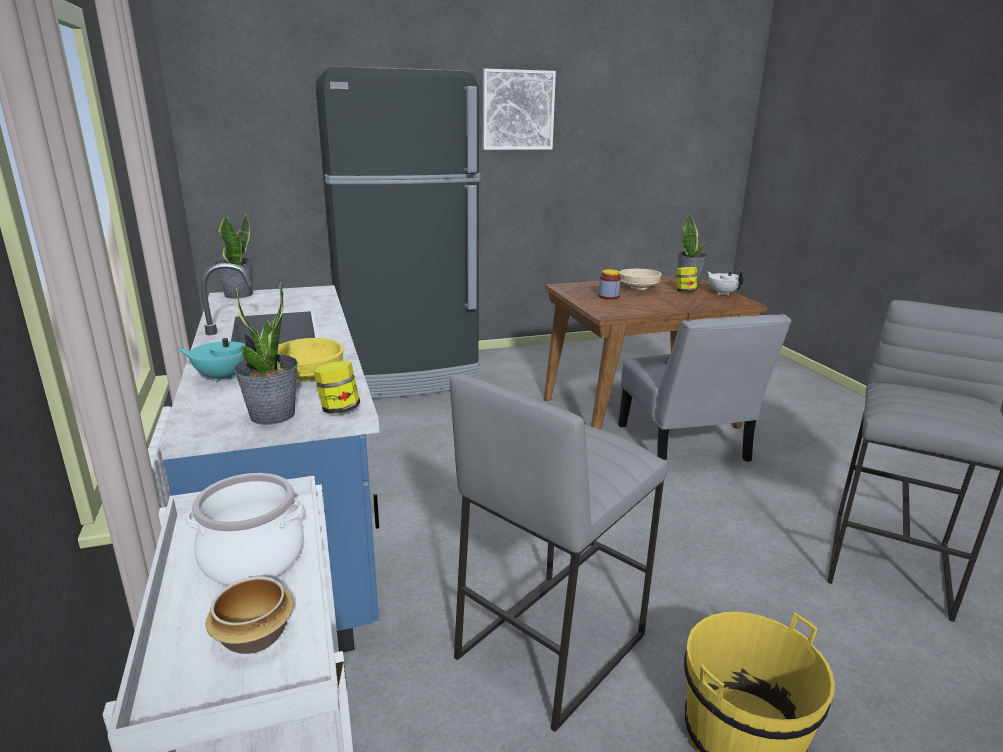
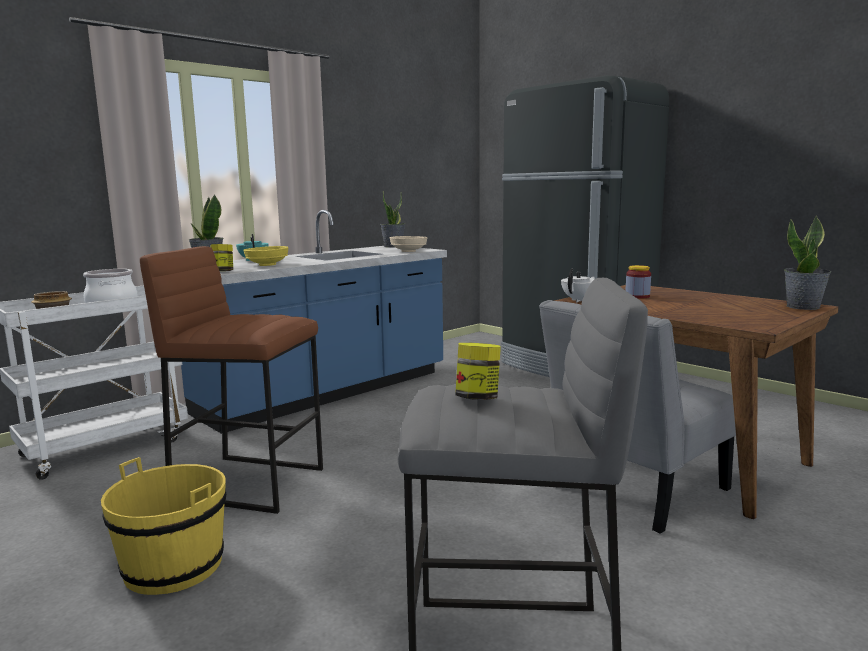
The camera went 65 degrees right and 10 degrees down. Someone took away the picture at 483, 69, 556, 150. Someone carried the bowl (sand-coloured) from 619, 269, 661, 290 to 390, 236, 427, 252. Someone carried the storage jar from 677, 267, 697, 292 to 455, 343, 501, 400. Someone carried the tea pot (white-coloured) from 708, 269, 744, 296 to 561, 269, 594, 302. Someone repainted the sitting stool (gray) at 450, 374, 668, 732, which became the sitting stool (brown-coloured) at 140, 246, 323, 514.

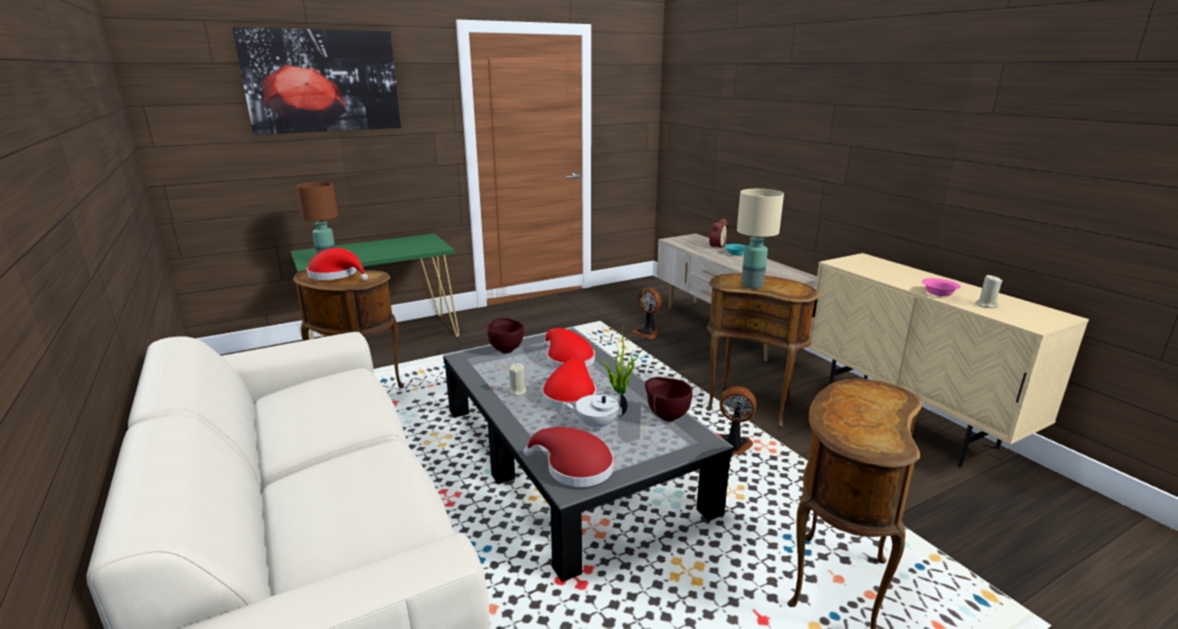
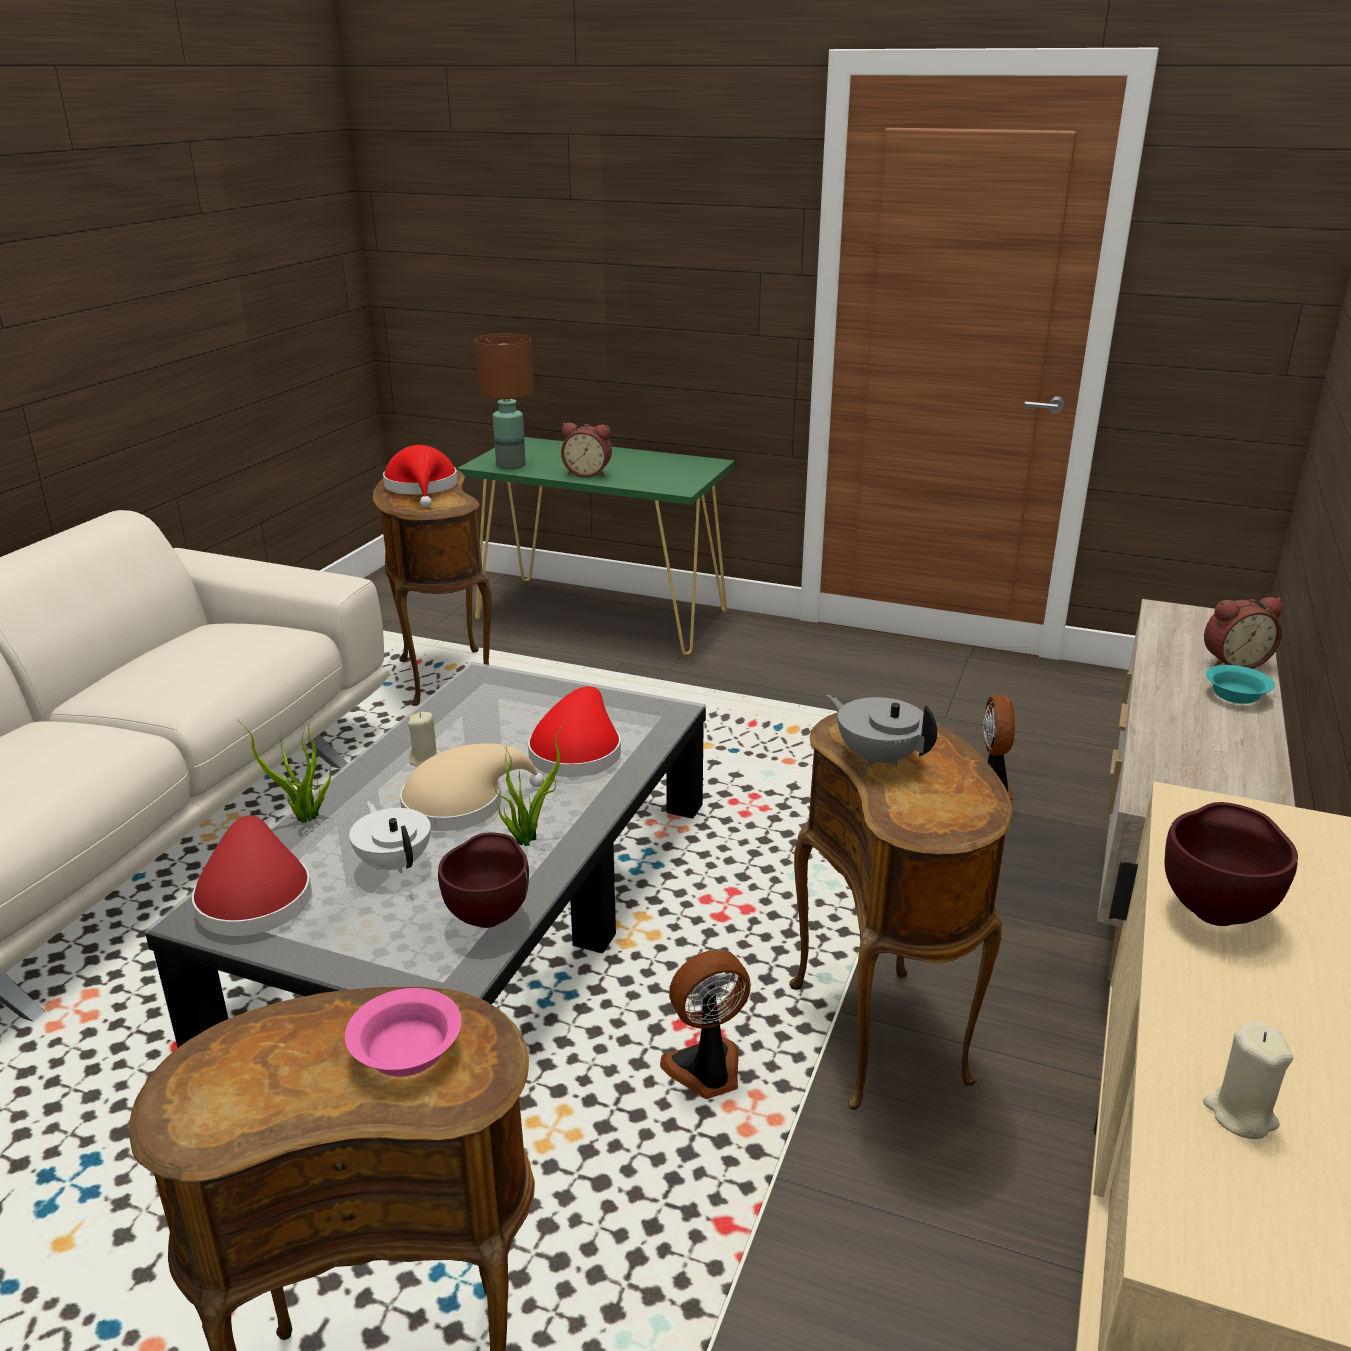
The camera went 50 degrees right and 5 degrees up. Someone took away the picture at 232, 27, 401, 134. Someone put down the plant in a pot at 236, 719, 331, 823. Someone put down the bedside clock at 561, 423, 612, 478. Someone carried the bowl (brown-coloured) from 487, 318, 524, 353 to 1165, 802, 1298, 926. Someone carried the bowl (pink) from 922, 278, 961, 296 to 345, 988, 461, 1077. Someone swapped the tabletop lamp (sand-coloured) at 737, 189, 784, 289 for the tea pot (gray) at 827, 695, 937, 767. Someone repainted the hat (red-coloured) at 542, 358, 596, 410, which became the hat (sand-coloured) at 400, 743, 544, 831. Someone rotated the cooling fan at 719, 386, 756, 455 by 90 degrees counterclockwise.

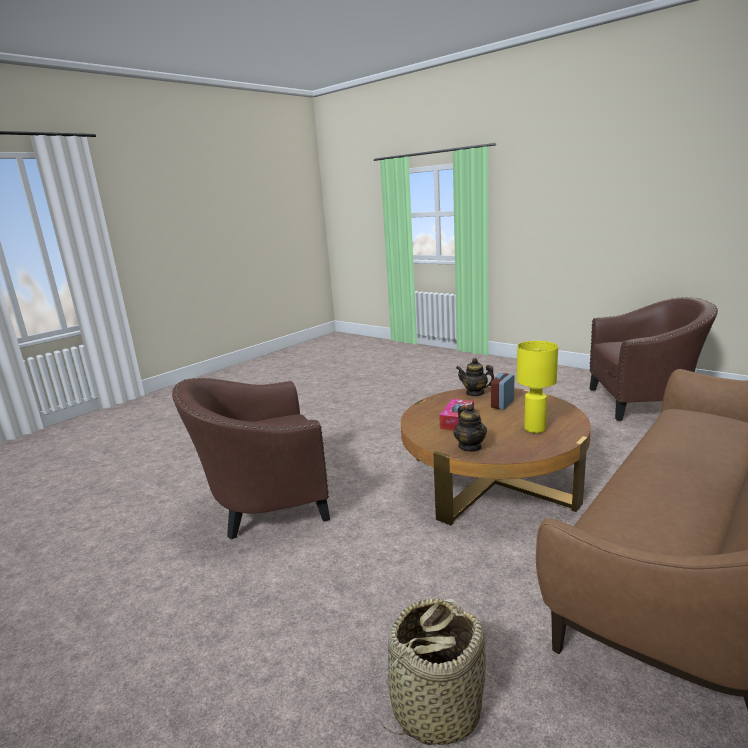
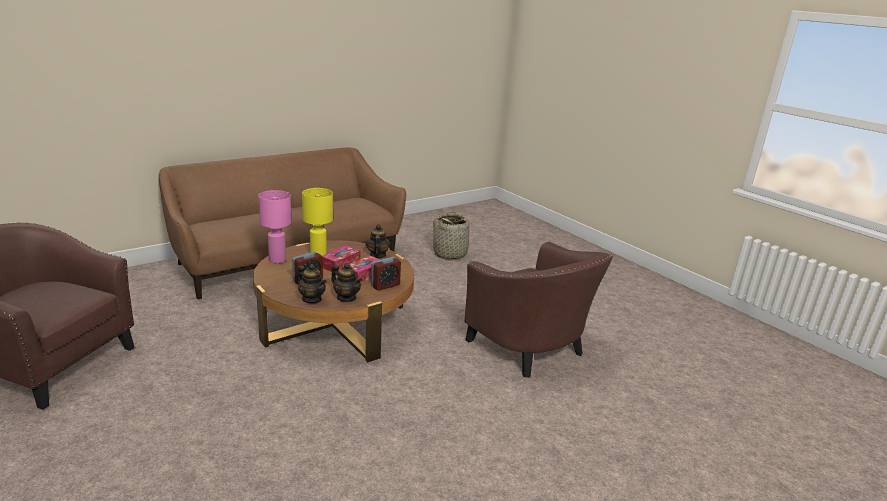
The camera went 170 degrees left and 5 degrees up. Someone put down the tabletop lamp (pink) at 258, 190, 291, 264. Someone put down the box of tissues at 322, 245, 361, 272. Someone put down the tea pot at 331, 263, 362, 302. Someone put down the bedside clock at 371, 257, 401, 291. Someone rotated the lounge chair (brown-coloured) at 172, 378, 330, 540 by 60 degrees clockwise.

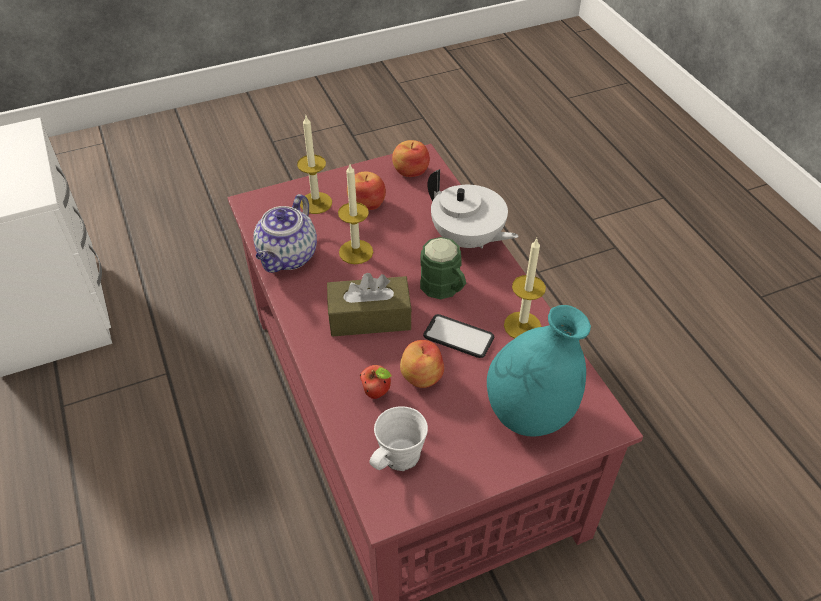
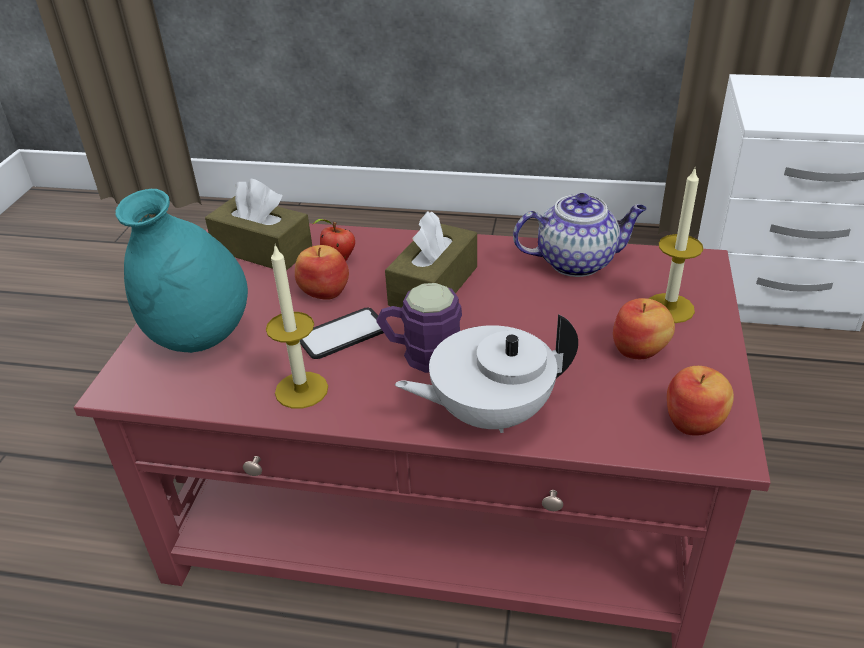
The camera went 125 degrees right and 10 degrees down. Someone took away the wax light at 338, 164, 373, 264. Someone swapped the mug (white-coloured) at 370, 406, 428, 471 for the box of tissues (brown-coloured) at 205, 179, 312, 271. Someone repainted the mug (green-coloured) at 420, 237, 466, 299, which became the mug (purple-coloured) at 377, 283, 462, 373. Someone rotated the tea pot at 253, 194, 317, 273 by 120 degrees clockwise.

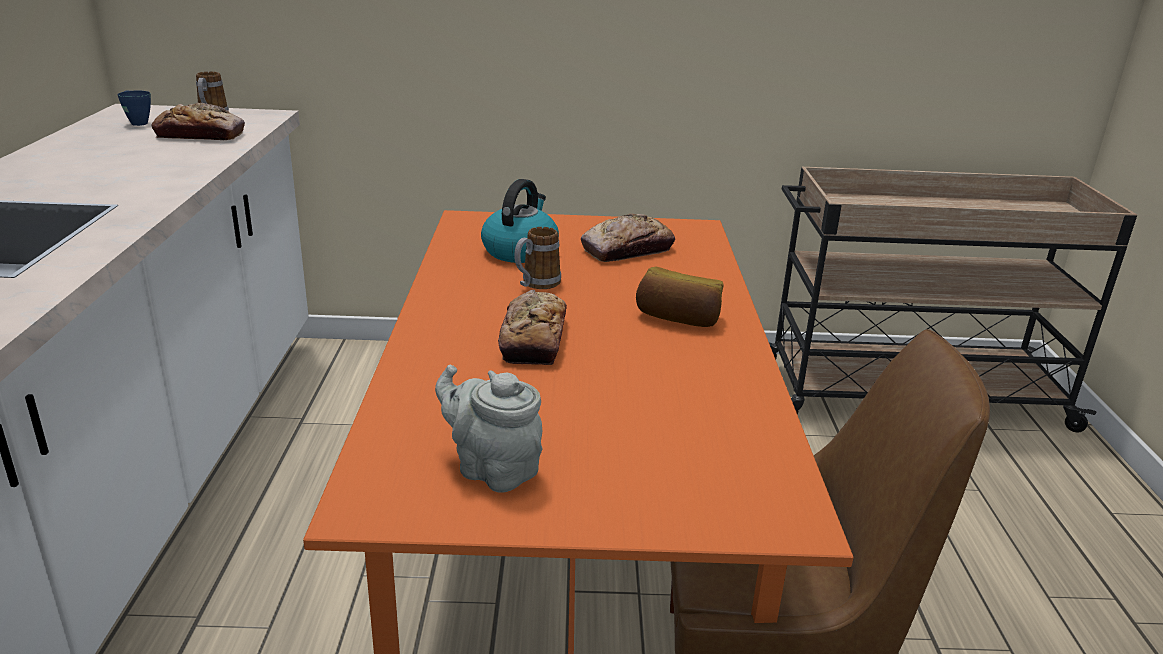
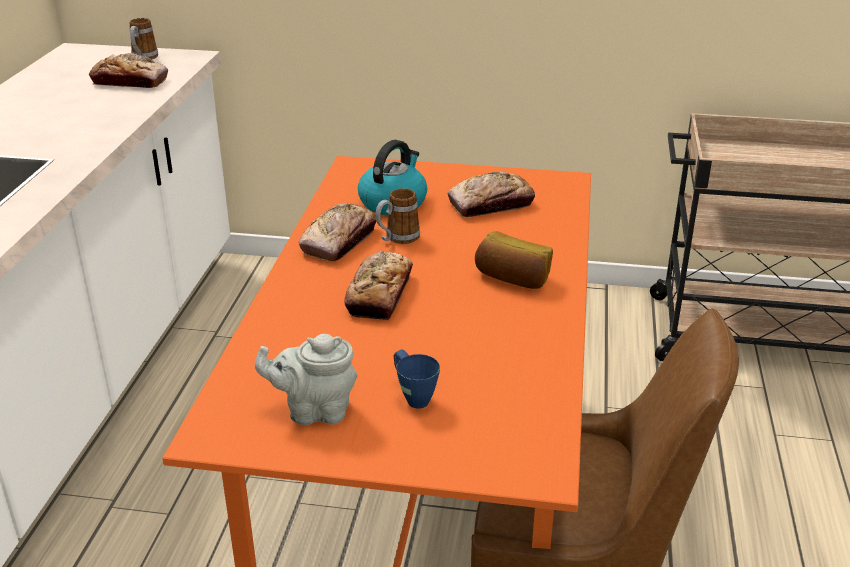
The camera went 10 degrees right and 5 degrees up. Someone put down the bread at 299, 203, 376, 262. Someone carried the mug (bluish) from 118, 90, 151, 126 to 394, 350, 440, 409. Someone rotated the tea pot (gray) at 435, 365, 542, 493 by 45 degrees counterclockwise.

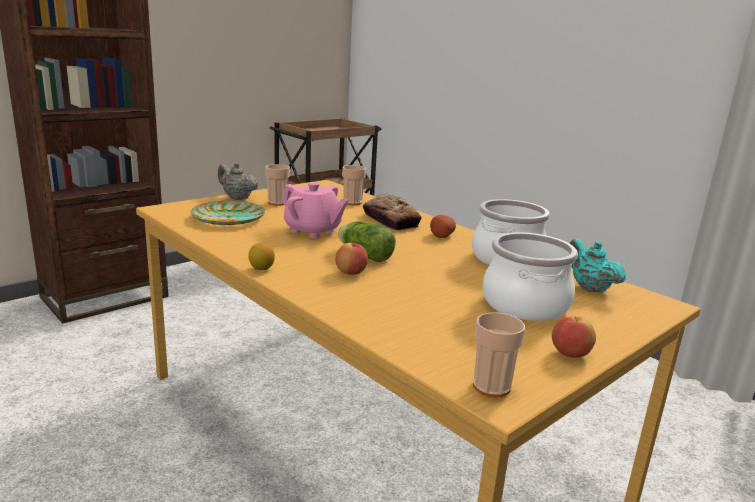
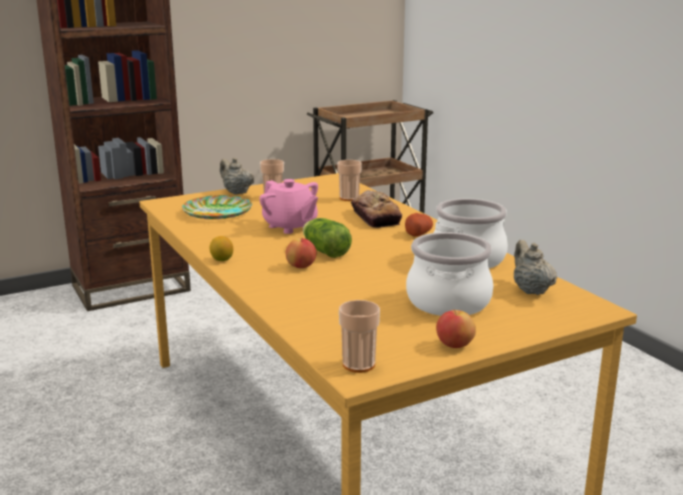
The camera went 15 degrees right and 0 degrees up. Someone repainted the tea pot (turquoise-coloured) at 569, 238, 626, 293, which became the tea pot (sand-coloured) at 514, 240, 557, 295.

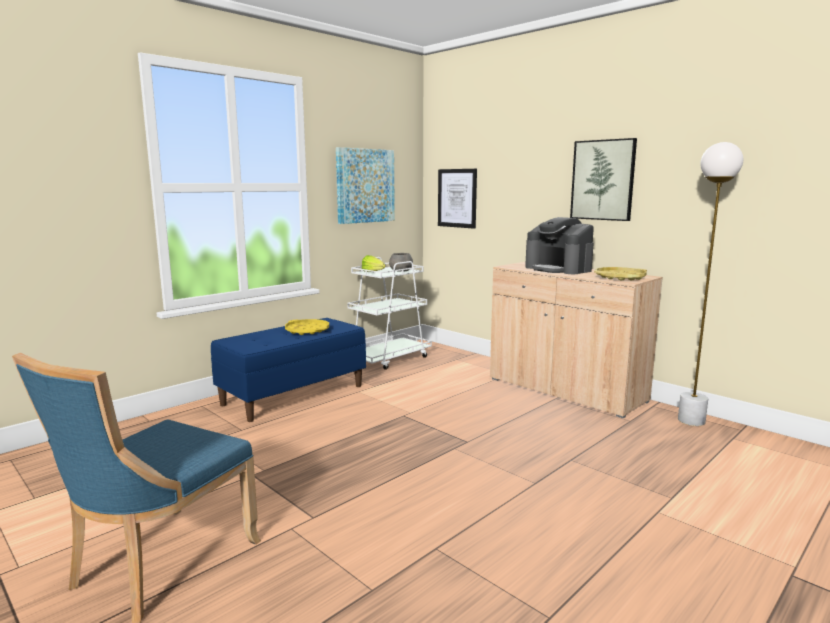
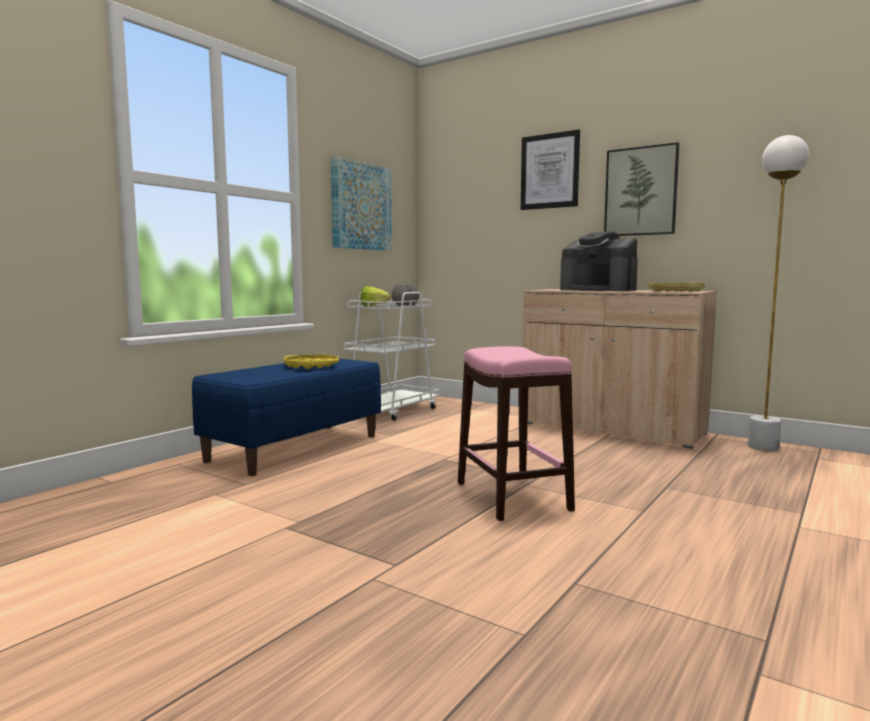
The camera went 10 degrees left and 5 degrees down. Someone took away the upright chair (bluish) at 12, 353, 261, 623. Someone put down the sitting stool (pink) at 458, 346, 575, 521. Someone carried the picture from 438, 169, 477, 229 to 521, 129, 580, 210.

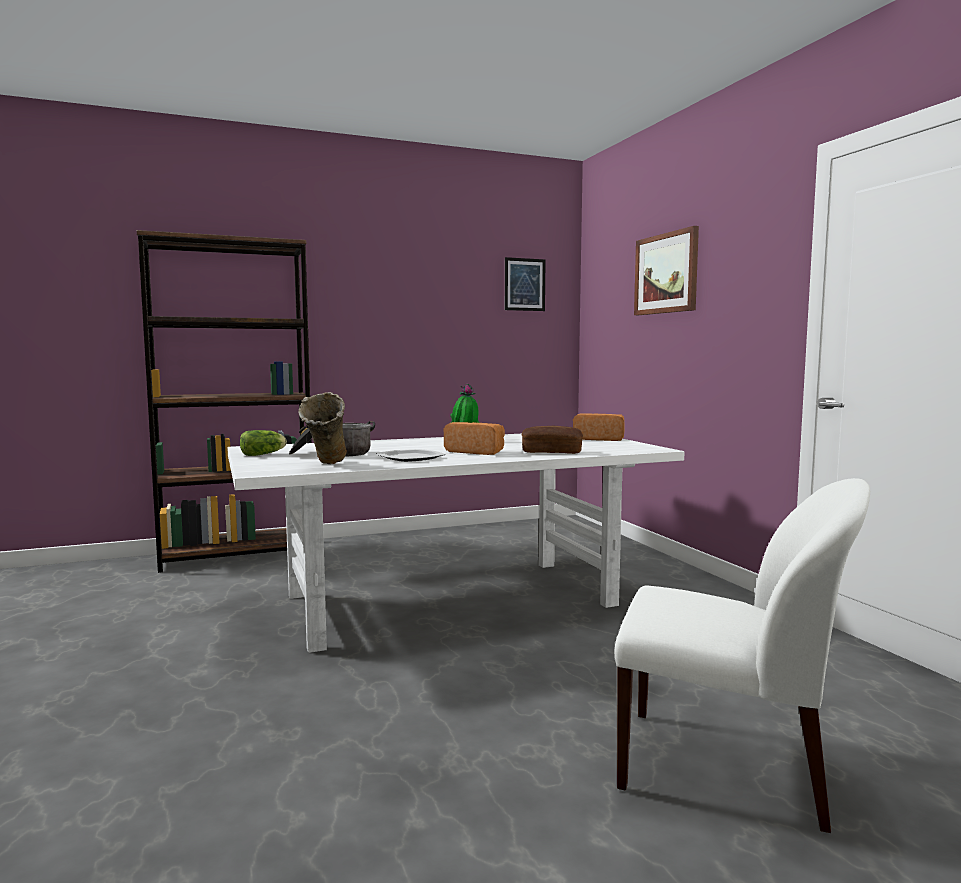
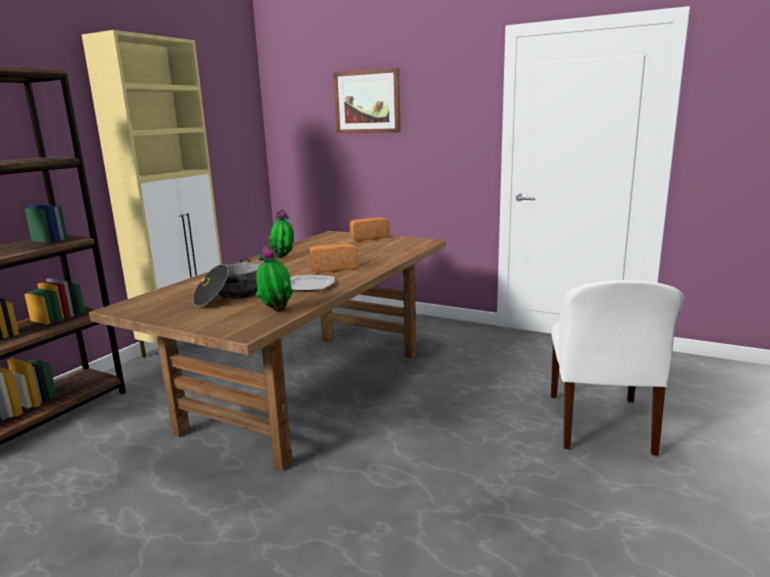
The camera went 40 degrees left and 10 degrees up. Someone took away the lettuce at 240, 430, 287, 456. Someone took away the picture at 505, 257, 546, 311. Someone took away the bread at 522, 426, 583, 454. Someone put down the cabinet (sand-coloured) at 82, 30, 222, 358. Someone swapped the vase (sand-coloured) at 298, 392, 347, 464 for the plant in a pot at 256, 246, 294, 312. Someone repainted the kitchen table (white-coloured) at 227, 434, 684, 653, which became the kitchen table (brown-coloured) at 89, 231, 446, 471. Someone rotated the upright chair (white-coloured) at 614, 478, 870, 833 by 120 degrees clockwise.

